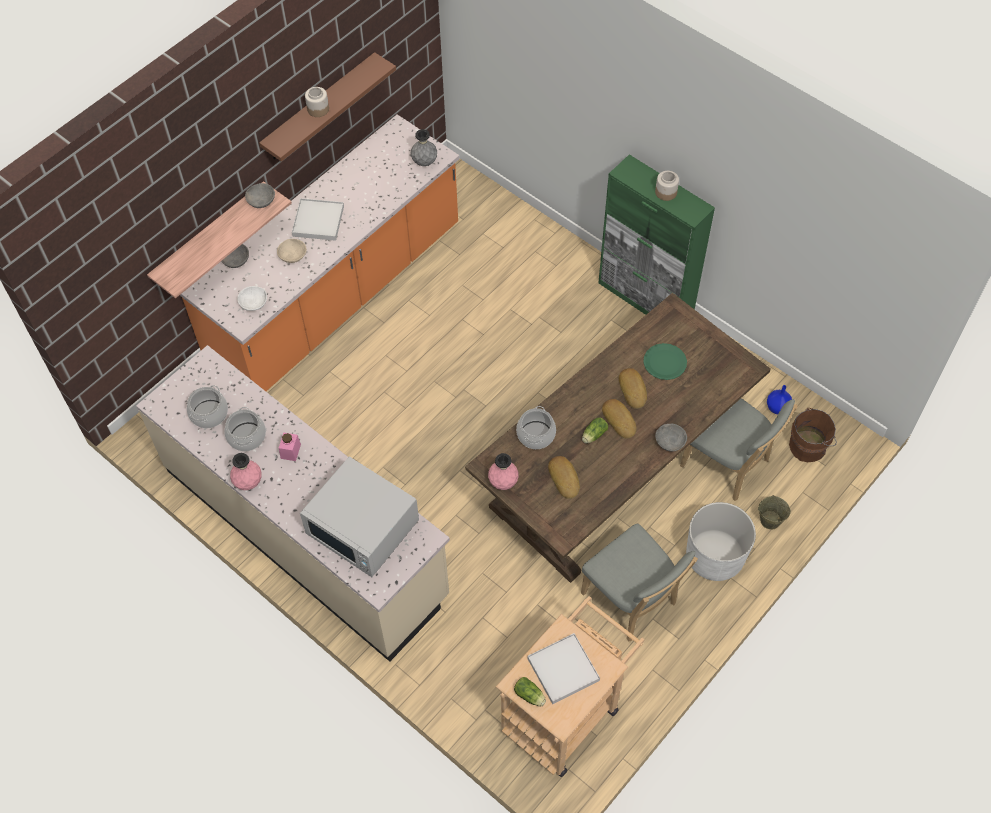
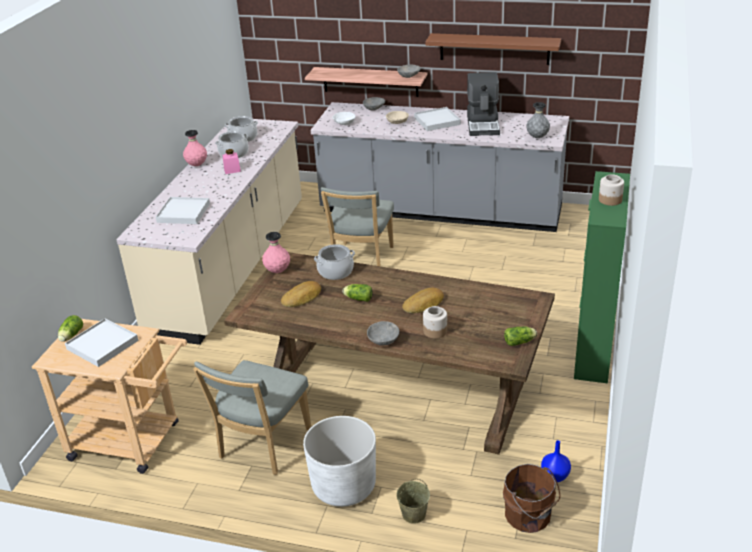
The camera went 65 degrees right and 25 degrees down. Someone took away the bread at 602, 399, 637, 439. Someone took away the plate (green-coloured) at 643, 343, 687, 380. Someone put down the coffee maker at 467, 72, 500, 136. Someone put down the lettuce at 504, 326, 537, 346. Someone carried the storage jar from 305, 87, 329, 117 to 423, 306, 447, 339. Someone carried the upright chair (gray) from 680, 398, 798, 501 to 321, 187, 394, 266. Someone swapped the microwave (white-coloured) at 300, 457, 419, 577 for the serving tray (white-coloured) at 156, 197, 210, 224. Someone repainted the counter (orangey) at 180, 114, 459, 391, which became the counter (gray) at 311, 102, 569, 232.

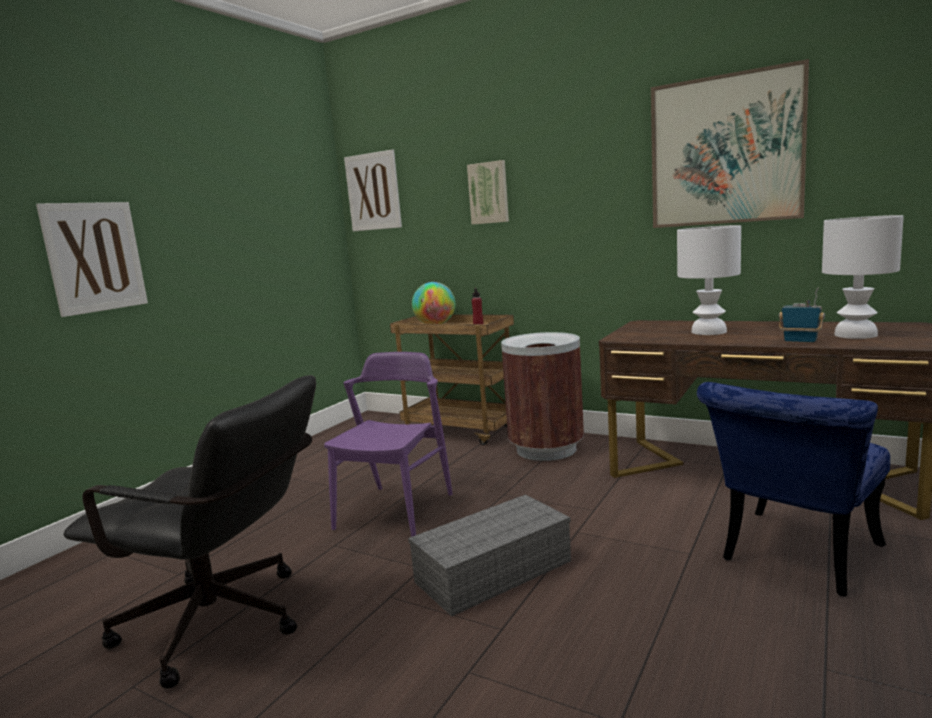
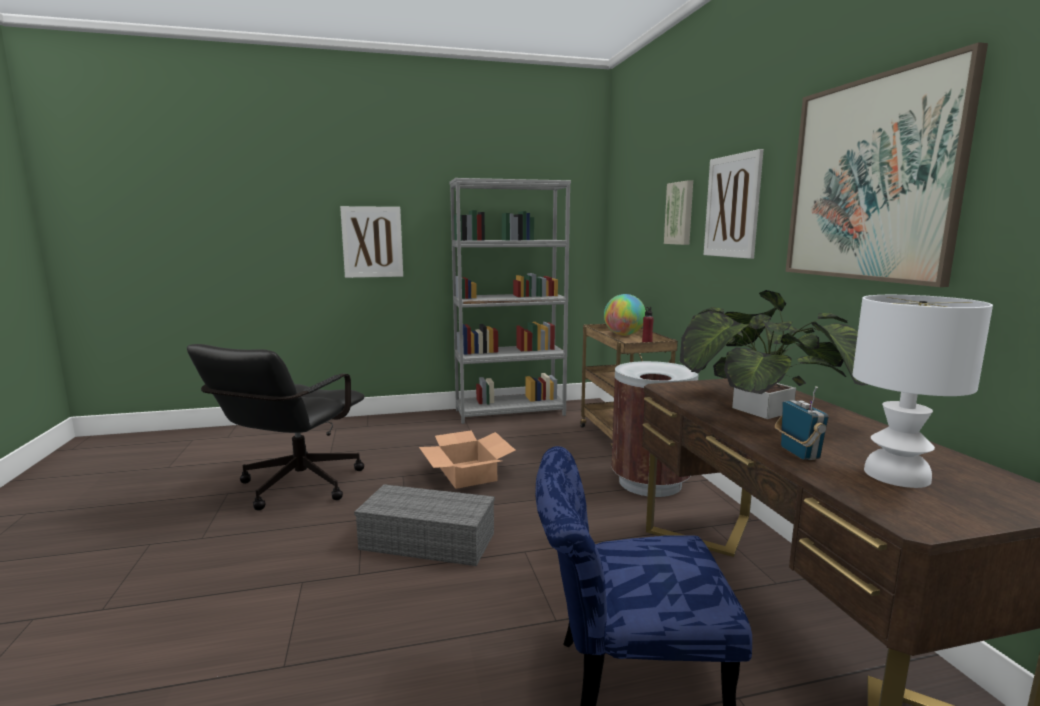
The camera went 45 degrees right and 0 degrees up. Someone put down the bookshelf (gray) at 449, 178, 571, 424. Someone carried the picture from 344, 149, 402, 231 to 704, 149, 764, 259. Someone swapped the upright chair (purple-coloured) at 324, 352, 453, 537 for the carton at 419, 430, 516, 489. Someone swapped the tabletop lamp (white-coloured) at 677, 225, 741, 335 for the plant in a pot at 680, 290, 868, 419. Someone rotated the office chair (black-coloured) at 63, 375, 316, 689 by 45 degrees clockwise.

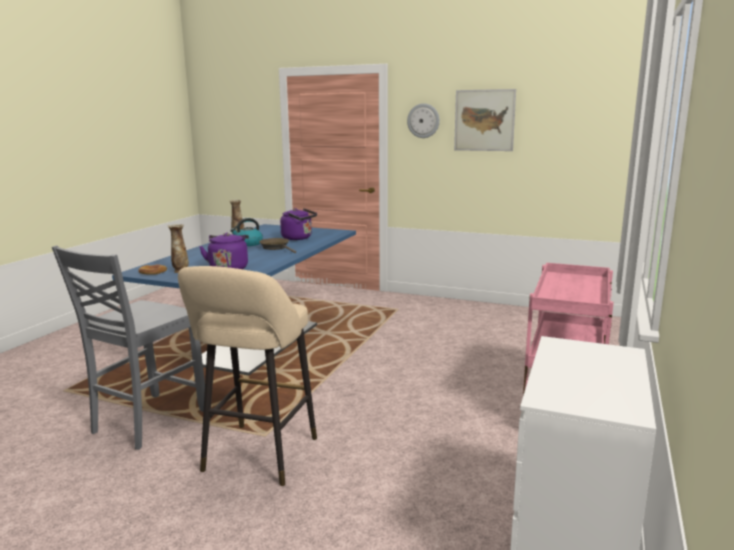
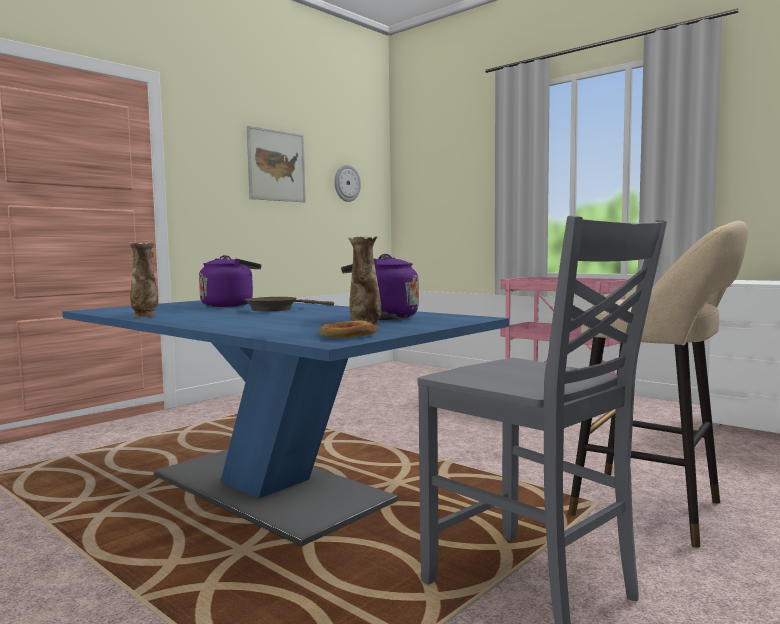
The camera went 70 degrees left and 10 degrees down. Someone took away the kettle at 230, 218, 263, 246. Someone carried the clock on the wall from 407, 103, 440, 138 to 334, 165, 361, 202.

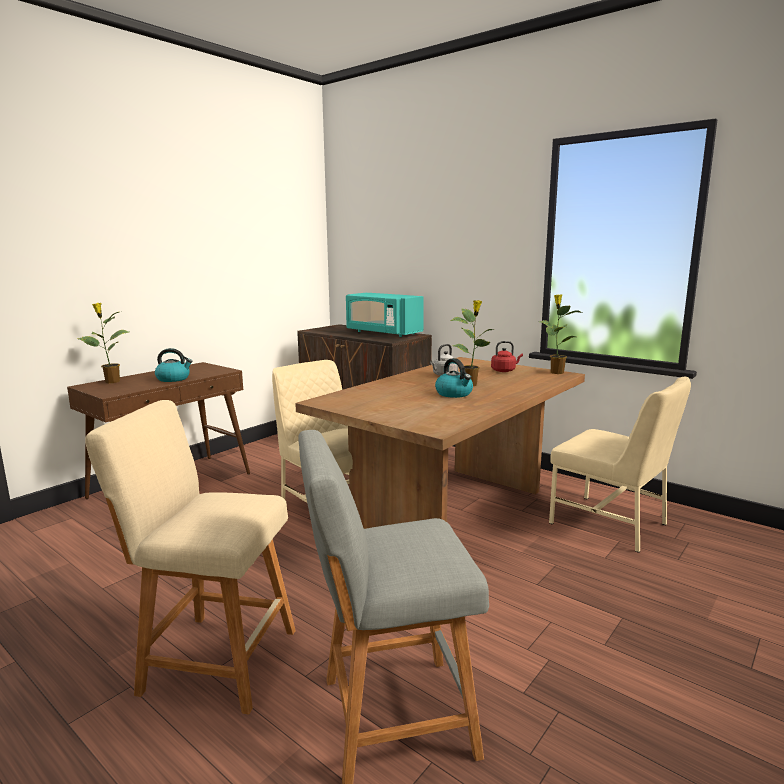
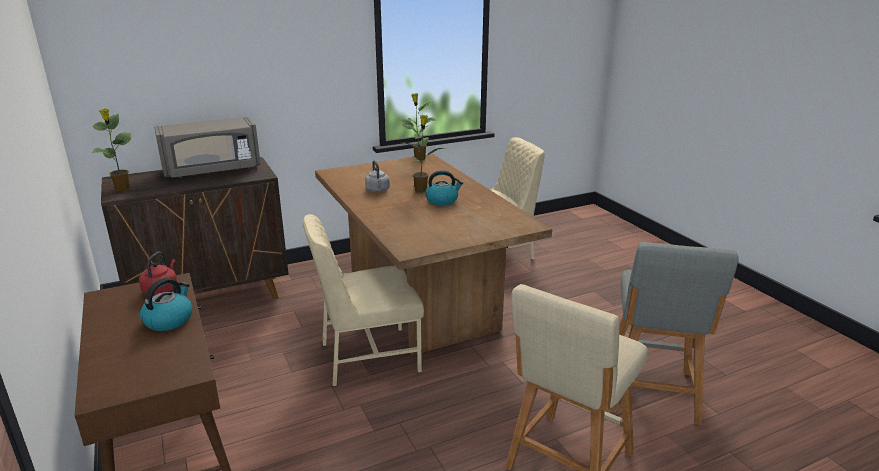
The camera went 65 degrees left and 10 degrees up. Someone carried the plant in a pot from 78, 303, 129, 383 to 91, 108, 132, 191. Someone carried the kettle (red-coloured) from 491, 341, 523, 372 to 139, 252, 177, 296. Someone repainted the microwave (turquoise-coloured) at 346, 293, 424, 337, which became the microwave (gray) at 154, 117, 261, 178.

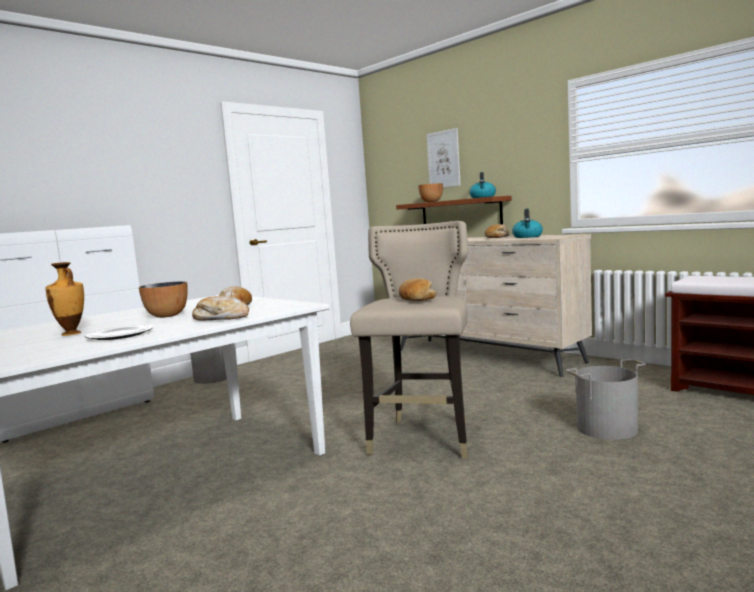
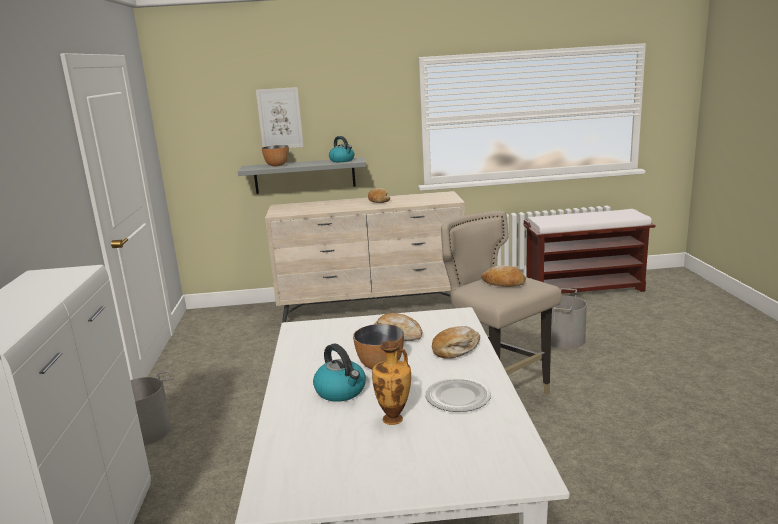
The camera went 50 degrees left and 10 degrees up. Someone carried the kettle from 512, 209, 543, 238 to 313, 344, 366, 402. Someone repainted the bracket shelf (brown-coloured) at 396, 196, 512, 224, which became the bracket shelf (gray) at 238, 157, 366, 194.

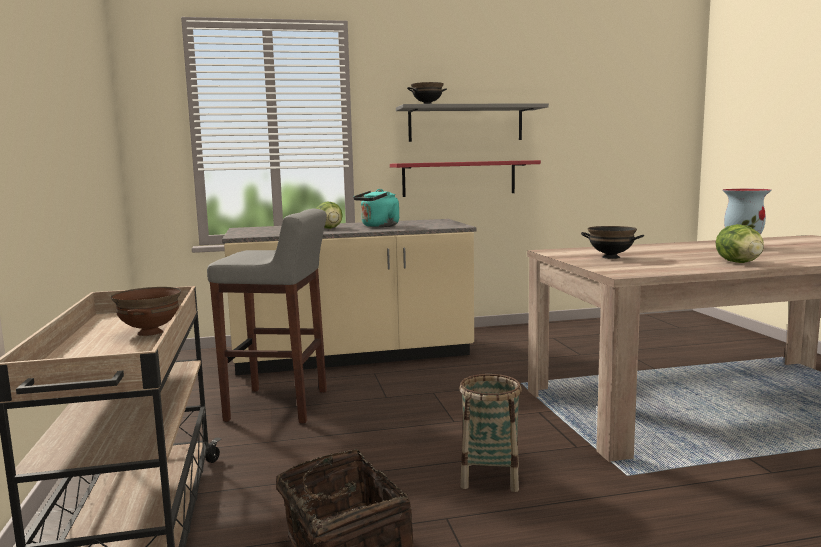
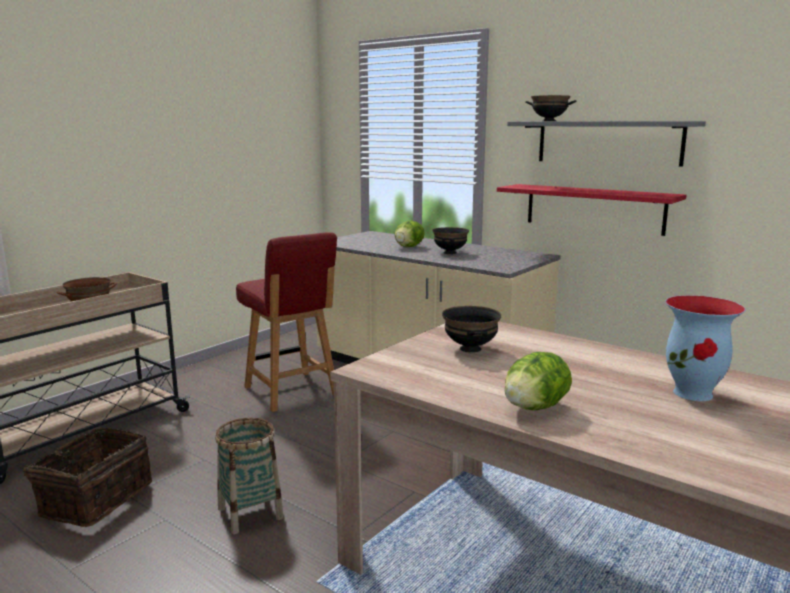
The camera went 50 degrees right and 5 degrees up. Someone swapped the sitting stool (gray) at 207, 208, 327, 424 for the upright chair (red-coloured) at 236, 233, 337, 412. Someone swapped the kettle (turquoise-coloured) at 353, 189, 399, 227 for the bowl (black-coloured) at 432, 227, 469, 254.

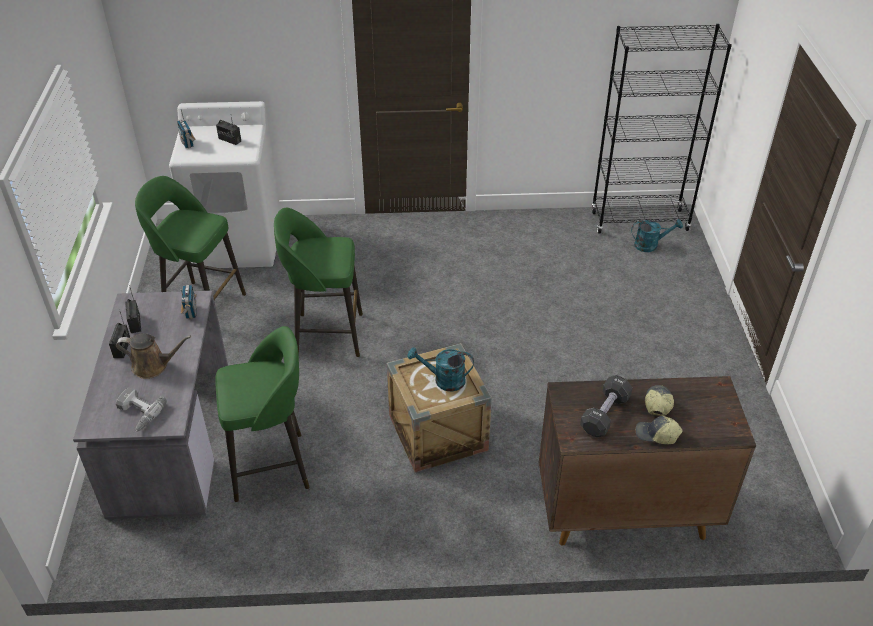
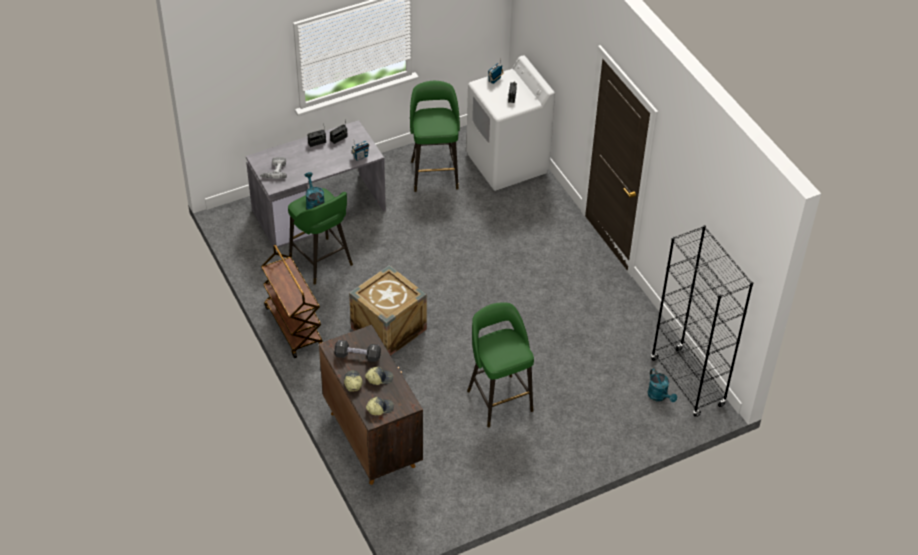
The camera went 65 degrees right and 5 degrees up. Someone took away the watering can (brown-coloured) at 116, 333, 191, 379. Someone put down the cart (brown-coloured) at 261, 245, 323, 358. Someone put down the baseball cap at 366, 397, 394, 415. Someone carried the sitting stool (green-coloured) from 274, 208, 363, 357 to 467, 302, 534, 427. Someone carried the watering can (turquoise-coloured) from 408, 347, 474, 391 to 305, 172, 324, 210.

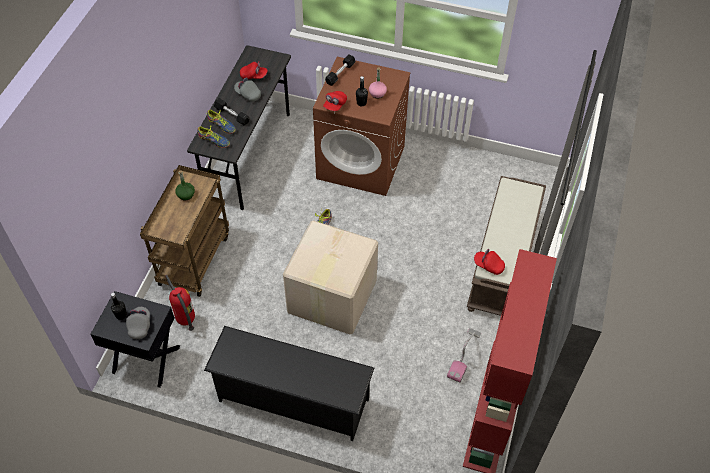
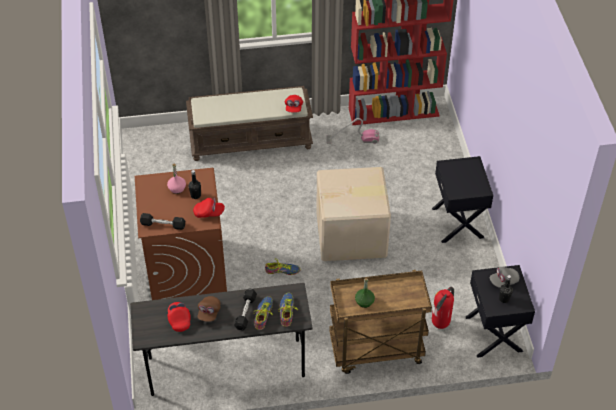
The camera went 115 degrees left and 5 degrees down. Someone swapped the shoe stand (black-coloured) at 204, 326, 374, 441 for the night table (black-coloured) at 432, 156, 493, 243. Someone repainted the baseball cap (gray) at 234, 77, 261, 102, which became the baseball cap (brown-coloured) at 198, 296, 221, 322.

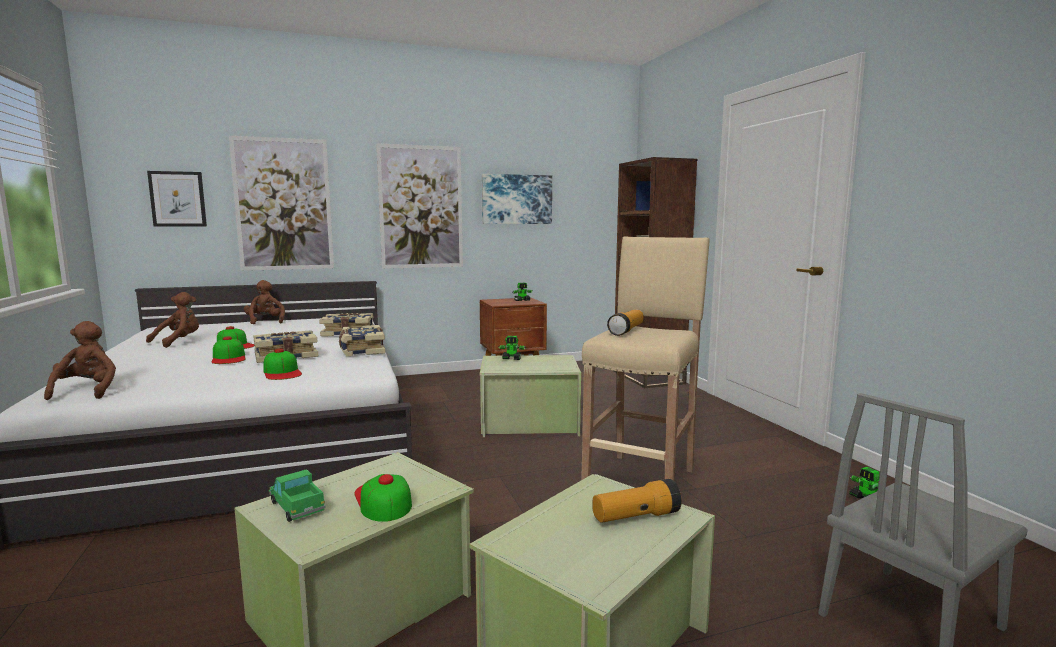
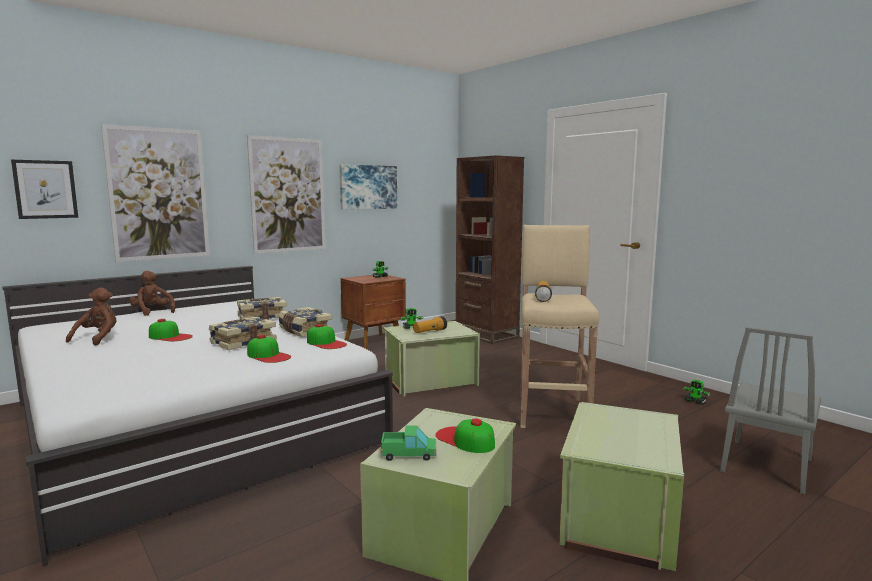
The camera went 20 degrees left and 0 degrees up. Someone took away the soft toy (brown-coloured) at 44, 321, 116, 400. Someone carried the baseball cap from 212, 336, 245, 364 to 307, 324, 347, 349. Someone carried the flashlight from 592, 479, 682, 523 to 413, 316, 447, 333. Someone rotated the toy truck at 269, 469, 326, 522 by 150 degrees clockwise.

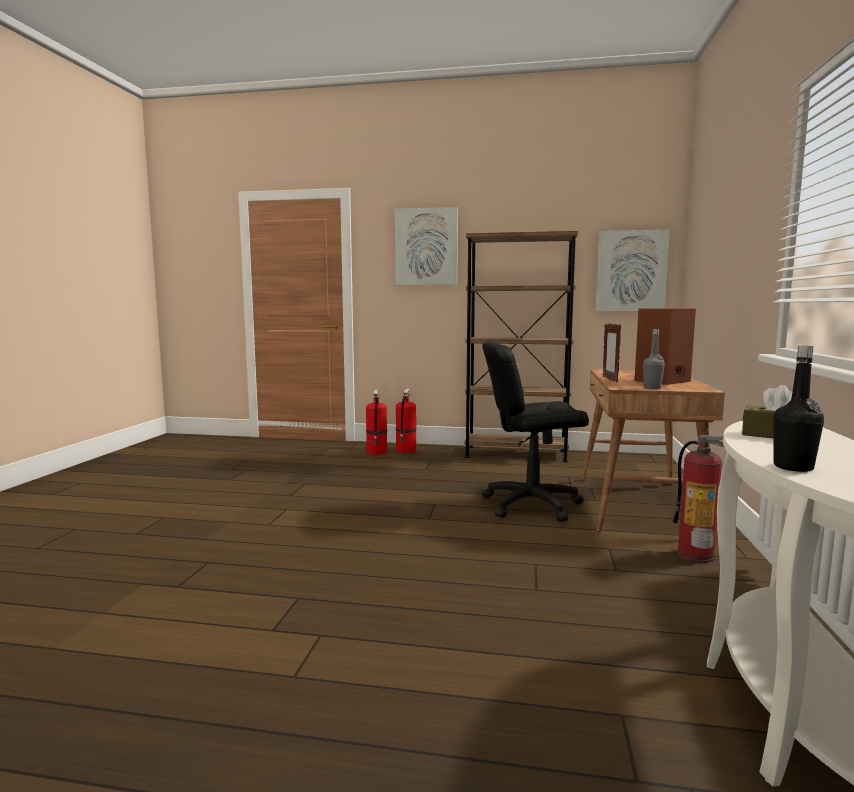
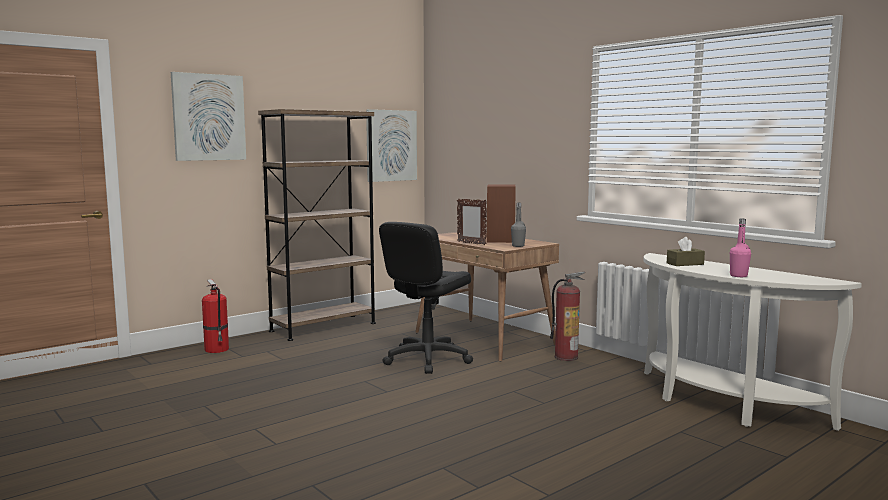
The camera went 50 degrees left and 0 degrees up. Someone took away the fire extinguisher at 366, 390, 387, 455. Someone repainted the beverage bottle (black-coloured) at 774, 346, 824, 472, which became the beverage bottle (pink) at 730, 219, 751, 277.

